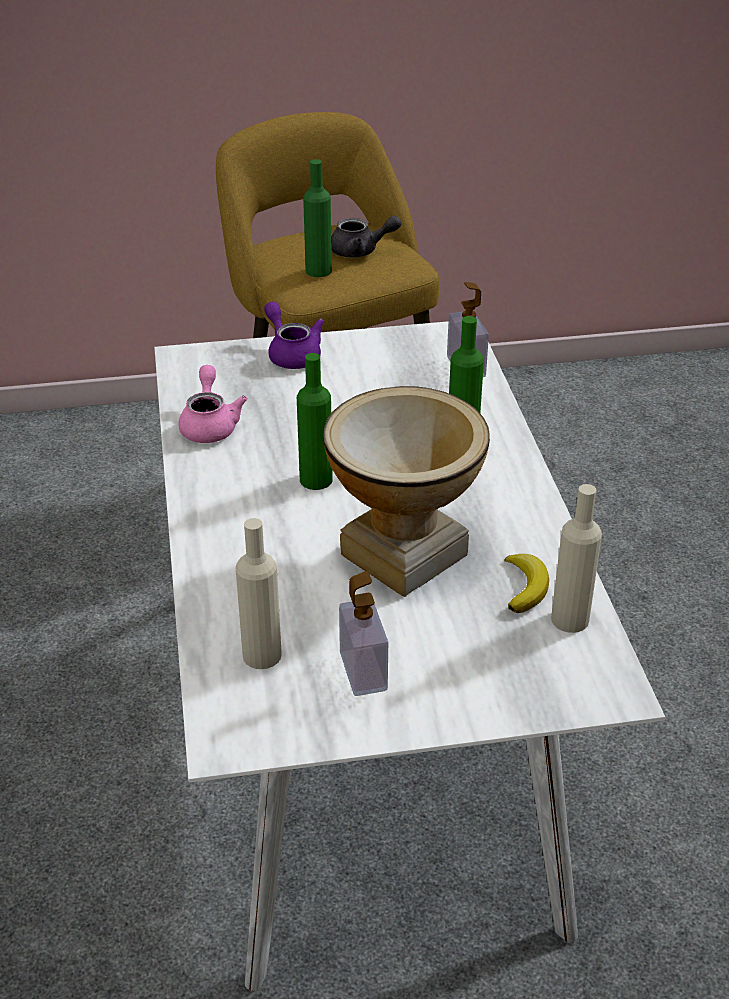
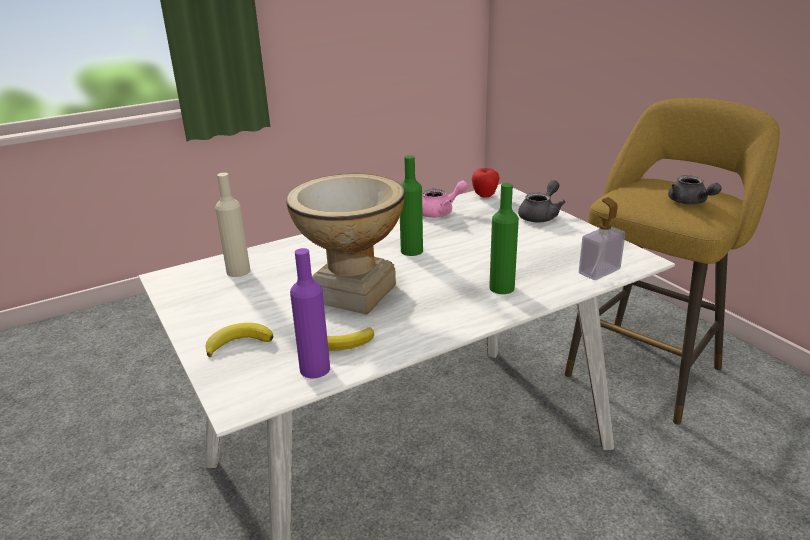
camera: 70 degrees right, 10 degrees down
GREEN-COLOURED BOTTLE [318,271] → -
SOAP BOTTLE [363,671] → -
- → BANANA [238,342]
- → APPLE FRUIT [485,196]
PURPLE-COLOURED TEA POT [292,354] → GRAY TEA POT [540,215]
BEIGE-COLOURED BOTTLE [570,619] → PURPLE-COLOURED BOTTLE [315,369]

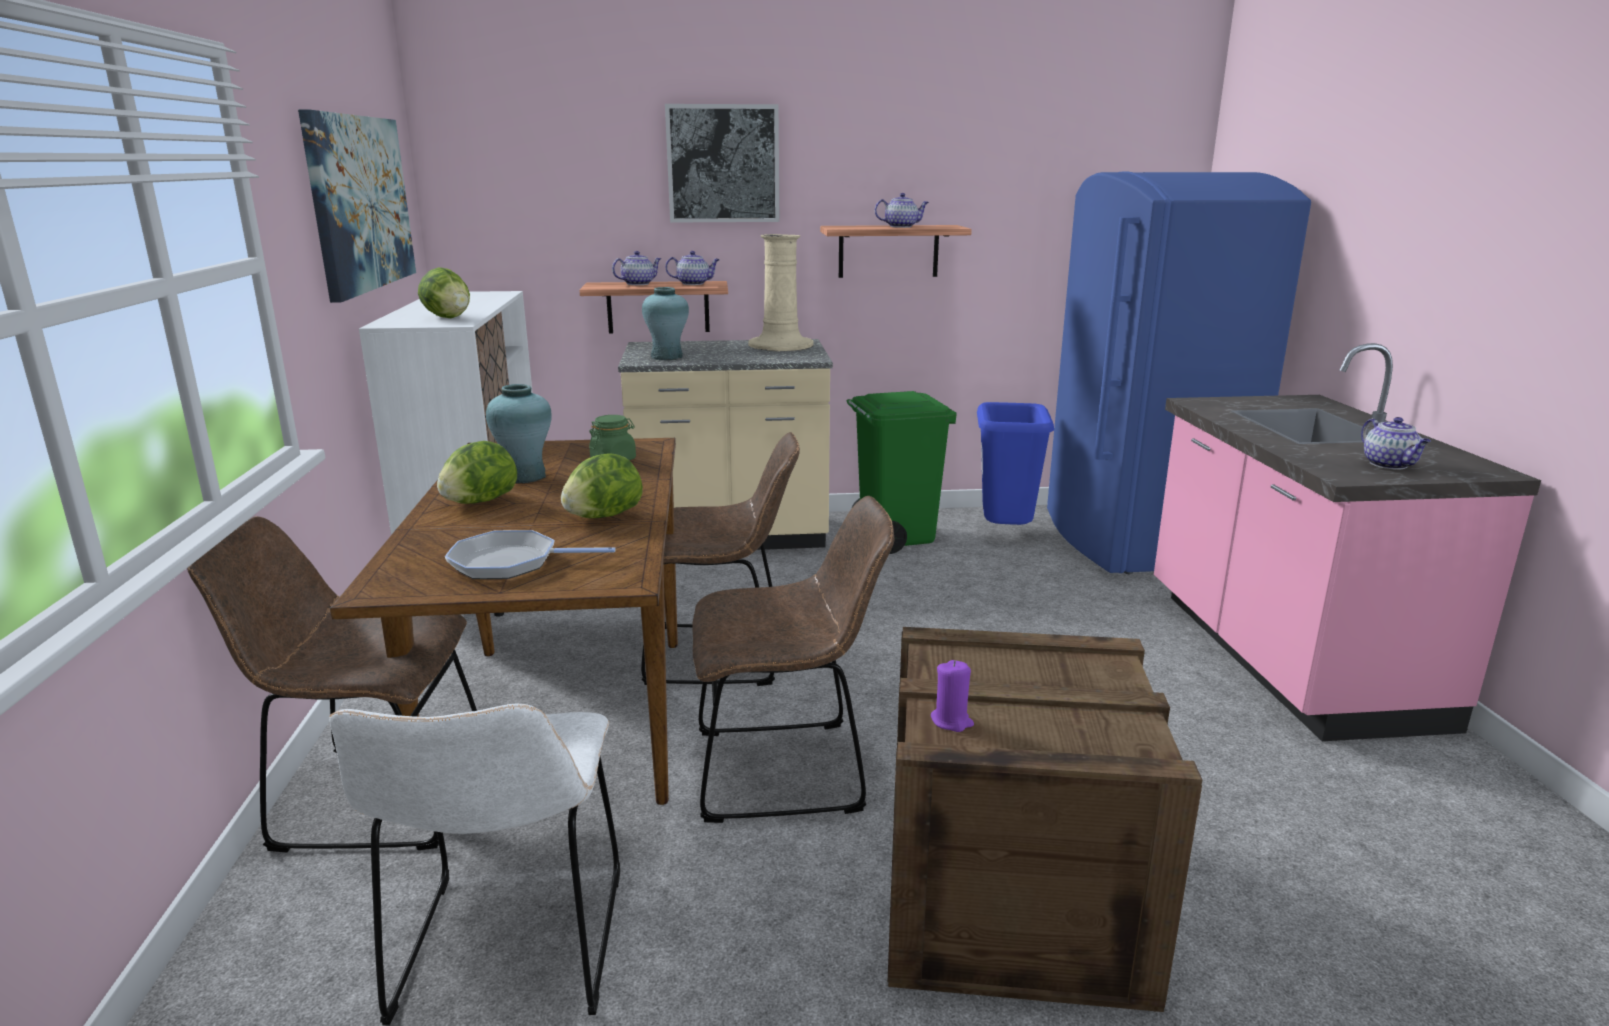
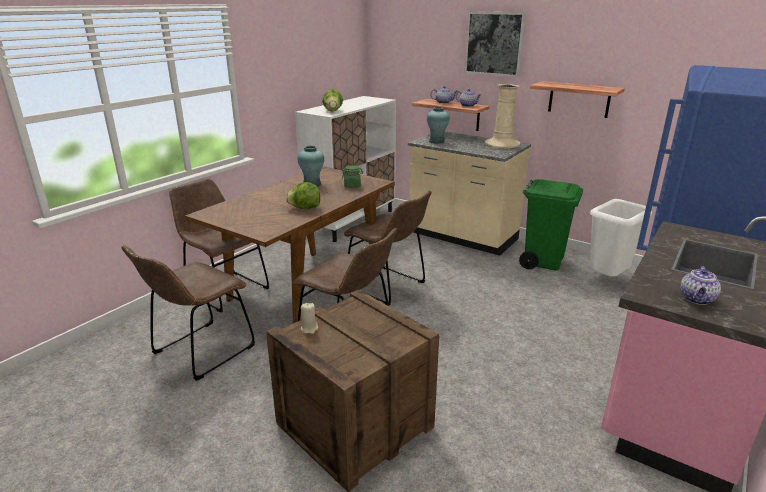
camera: 40 degrees right, 5 degrees up
WALL ART [360,203] → -
HEAD OF LETTUCE [479,502] → -
SKILLET [510,563] → -
TEA POT [901,227] → -
WHITISH CHAIR [509,954] → BROWN CHAIR [200,352]
PURPLE-COLOURED WAX CANDLE [951,721] → BEIGE-COLOURED WAX CANDLE [309,329]
BLUE-COLOURED TRASH CAN [1005,535] → WHITISH TRASH CAN [607,280]

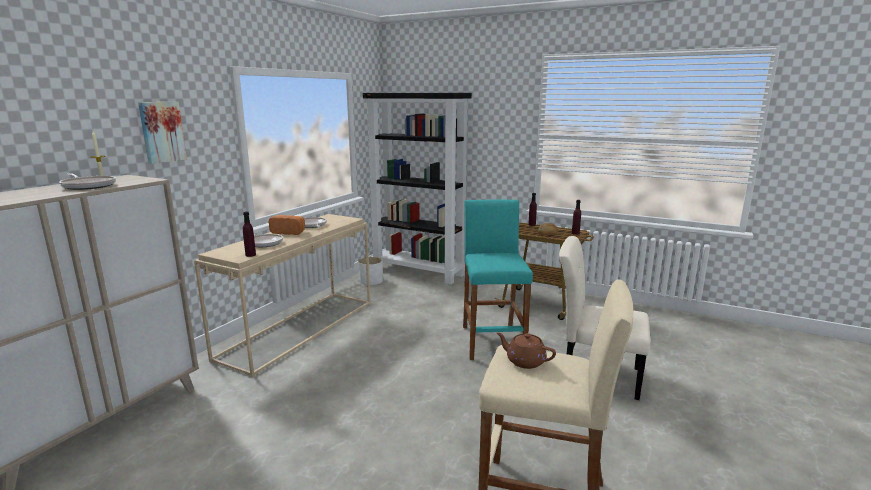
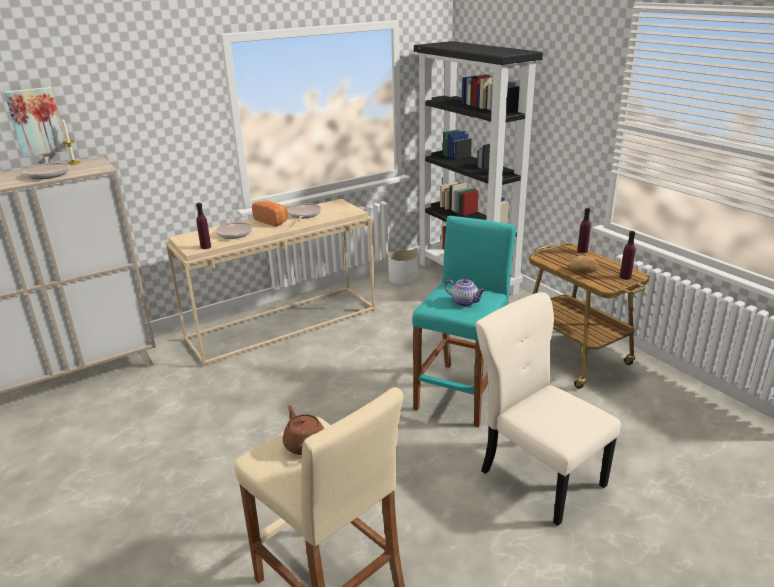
camera: 30 degrees right, 10 degrees up
- → TEA POT [465,302]
WALL ART [161,132] → WALL ART [36,121], moved

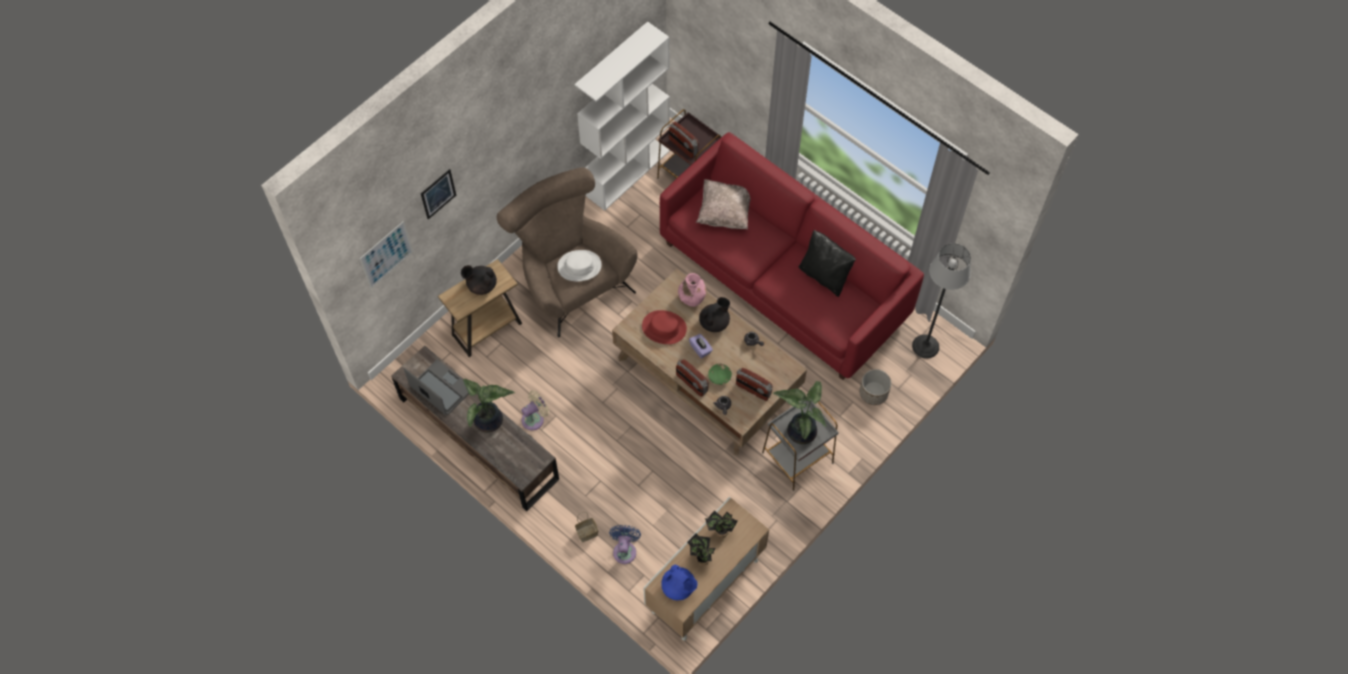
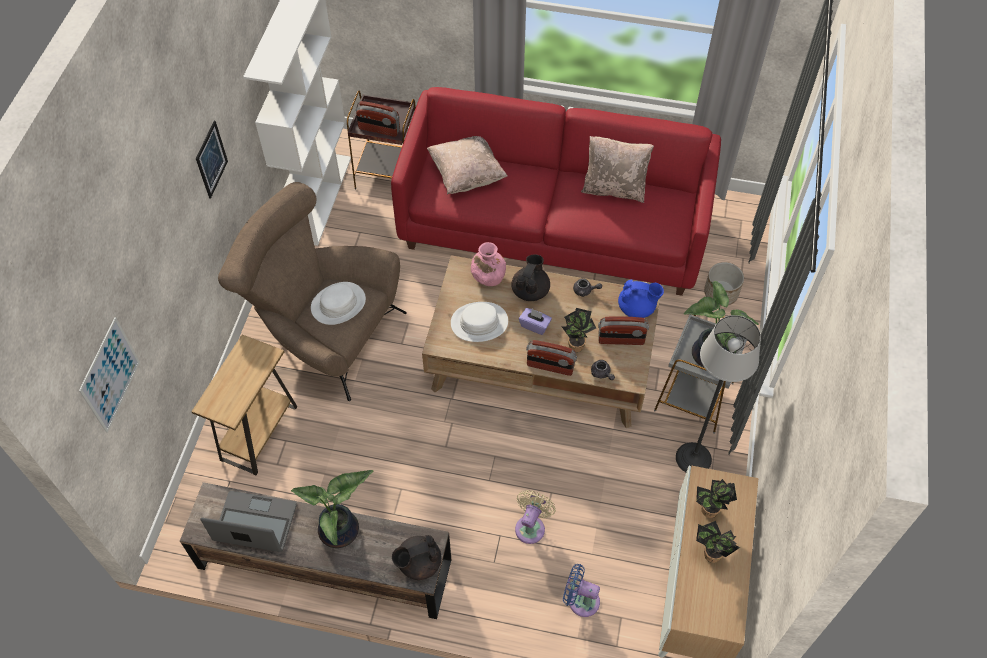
camera: 30 degrees left, 5 degrees down
STORAGE BASKET [586,533] → -
WALL ART [438,194] → WALL ART [211,159], moved
BLACK-COLOURED TEA POT [481,285] → BLACK-COLOURED TEA POT [418,563], moved
BEIGE-COLOURED FAN [535,418] → BEIGE-COLOURED FAN [531,526], moved
BLUE-COLOURED TEA POT [679,587] → BLUE-COLOURED TEA POT [637,308], moved
FLOOR LAMP [925,346] → FLOOR LAMP [694,458], moved
GREEN-COLOURED SERVING BOWL [720,376] → HOUSEPLANT [576,344]
REDDISH HAT [664,328] → WHITISH HAT [479,323]
BLACK-COLOURED CUSHION [824,275] → BEIGE-COLOURED CUSHION [614,188]
BLUE-COLOURED FAN [625,550] → BLUE-COLOURED FAN [580,600], 45 degrees counterclockwise

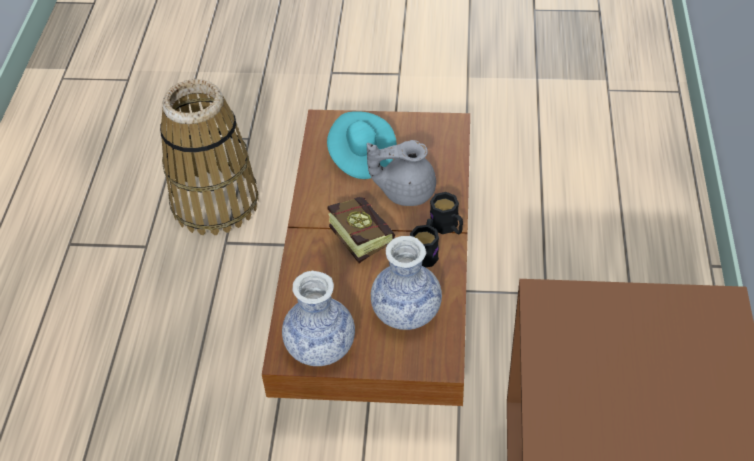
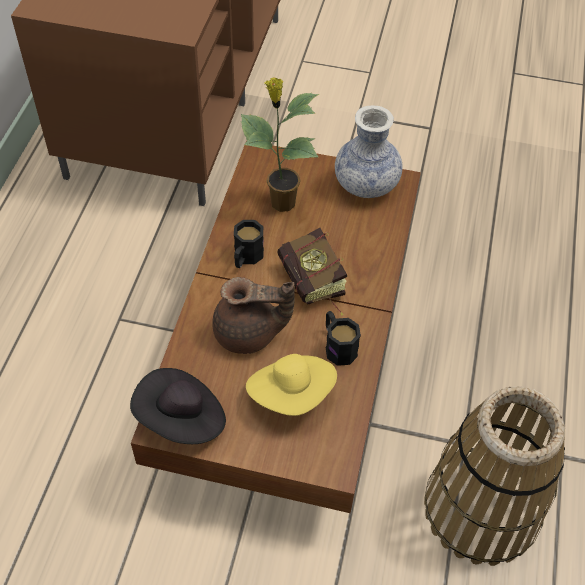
camera: 175 degrees left, 5 degrees up
- → BLACK-COLOURED HAT [182,419]
BLACK-COLOURED COFFEE MUG [448,227] → BLACK-COLOURED COFFEE MUG [337,346], moved
FLOWER VASE [406,312] → HOUSEPLANT [281,202]
BLUE-GREEN HAT [361,157] → YELLOW HAT [292,393]
GRAY TEA POT [405,191] → BROWN TEA POT [249,334]

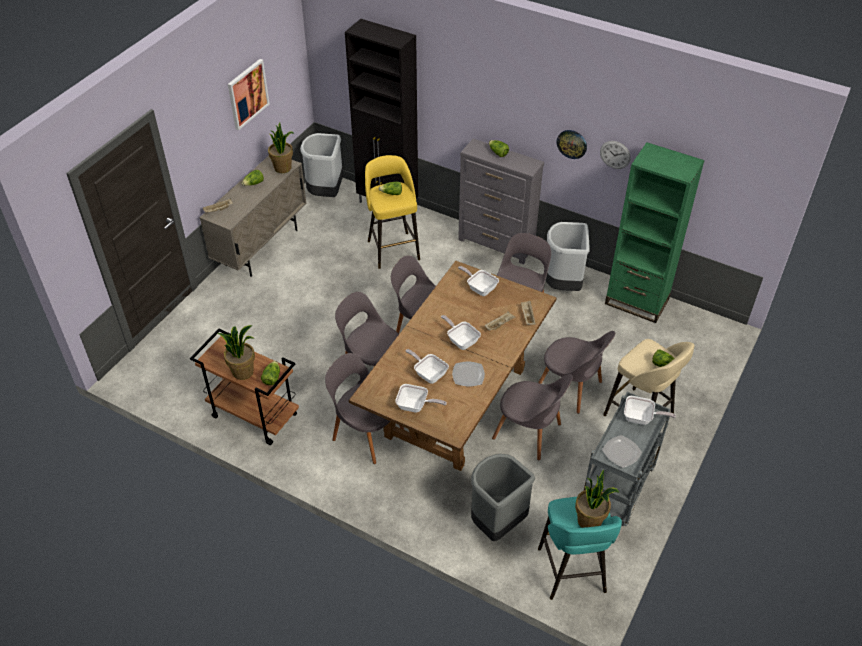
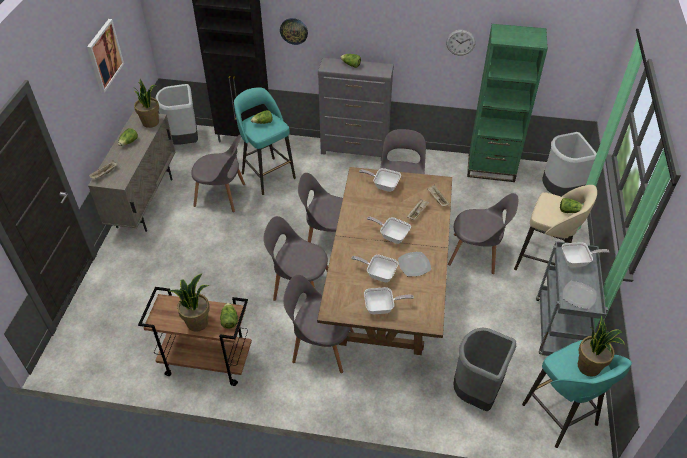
camera: 20 degrees left, 0 degrees up
GRAY CHAIR [529,433] → GRAY CHAIR [222,196], moved
GRAY TRASH CAN [563,285] → GRAY TRASH CAN [559,192], moved
HANGING CLOCK [572,144] → HANGING CLOCK [294,31], moved
YELLOW STOOL [393,249] → BLUE-GREEN STOOL [267,175]

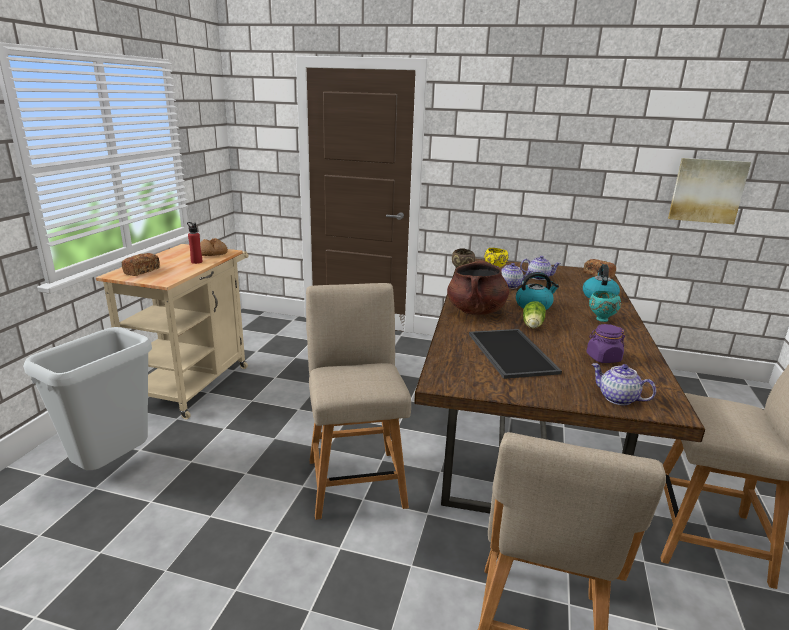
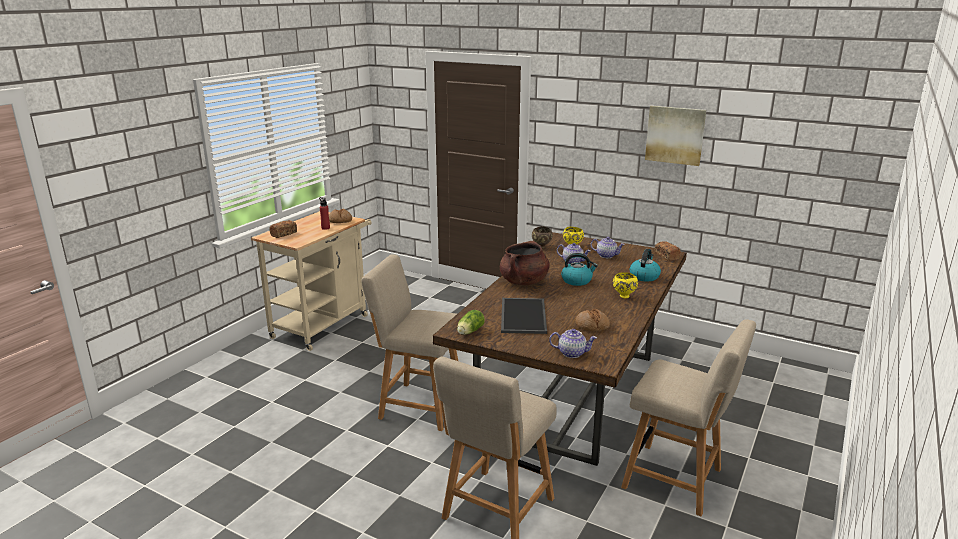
camera: 15 degrees right, 0 degrees up
GRAY TRASH CAN [113,465] → -
HEAD OF LETTUCE [532,326] → HEAD OF LETTUCE [469,332], moved
WALL ART [707,190] → WALL ART [675,135], moved
PURPLE-COLOURED JAR [603,358] → BREAD [592,325]
BLUE-GREEN SERVING BOWL [601,319] → YELLOW SERVING BOWL [623,296]
BEIGE-COLOURED CHAIR [355,479] → BEIGE-COLOURED CHAIR [418,405], 75 degrees counterclockwise
TEA POT [617,398] → TEA POT [572,353], 135 degrees clockwise

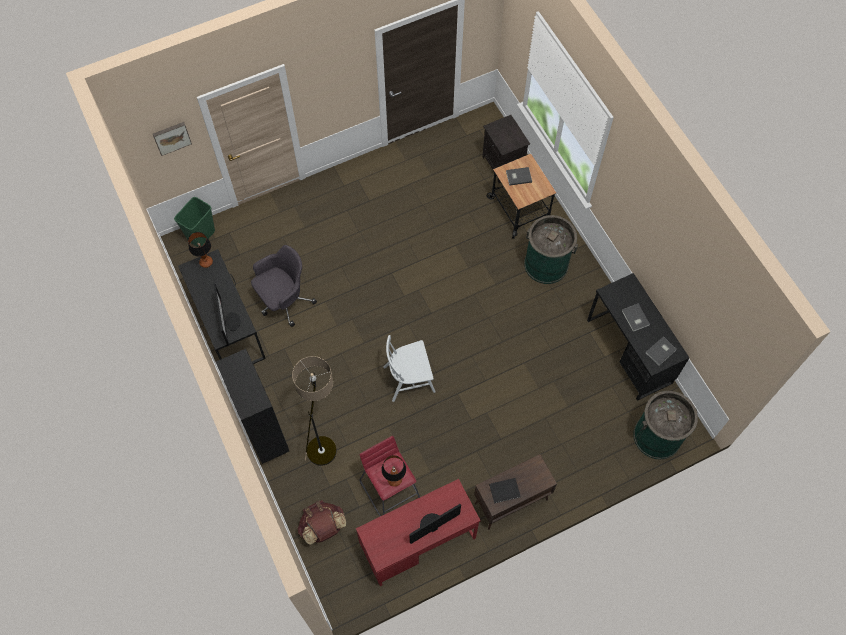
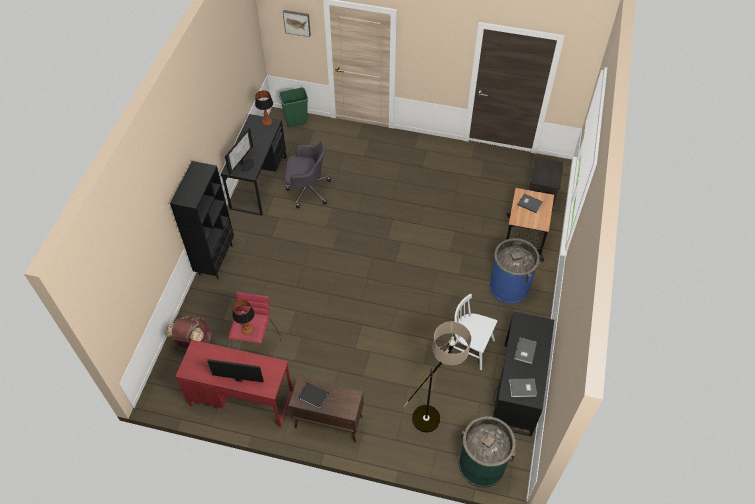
camera: 40 degrees right, 10 degrees down
FLOOR LAMP [324,439] → FLOOR LAMP [434,412], moved
WHITISH CHAIR [409,379] → WHITISH CHAIR [469,347], moved
GREEN-COLOURED TRASH CAN [546,264] → BLUE-COLOURED TRASH CAN [509,286]

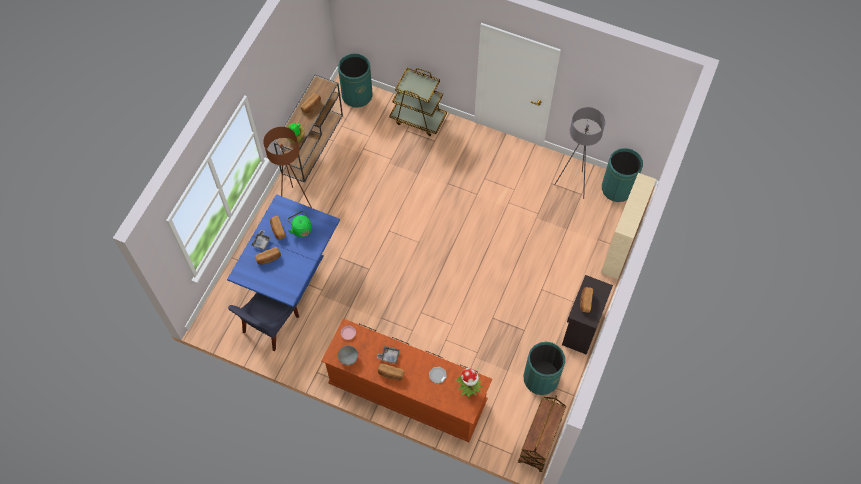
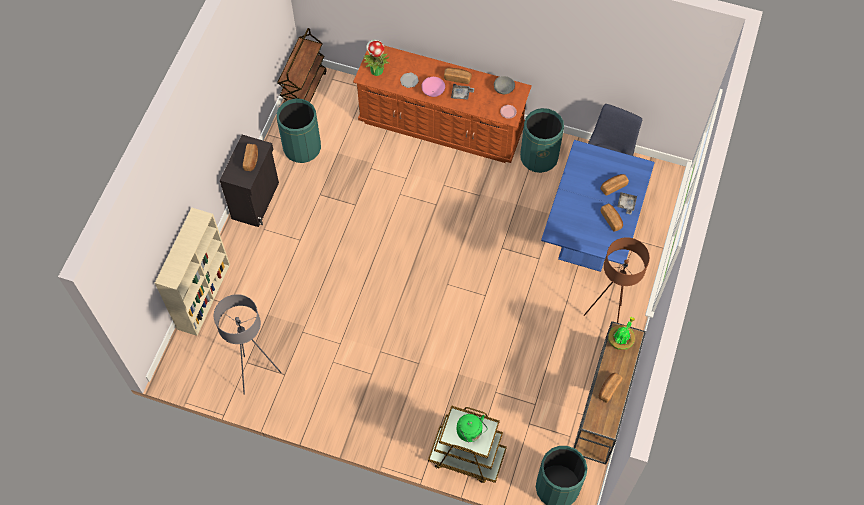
camera: 175 degrees right, 0 degrees up
- → PINK SERVING BOWL [433,91]
GREEN-COLOURED TEA KETTLE [301,229] → GREEN-COLOURED TEA KETTLE [470,432], moved
GREEN-COLOURED TRASH CAN [617,189] → GREEN-COLOURED TRASH CAN [539,157], moved

